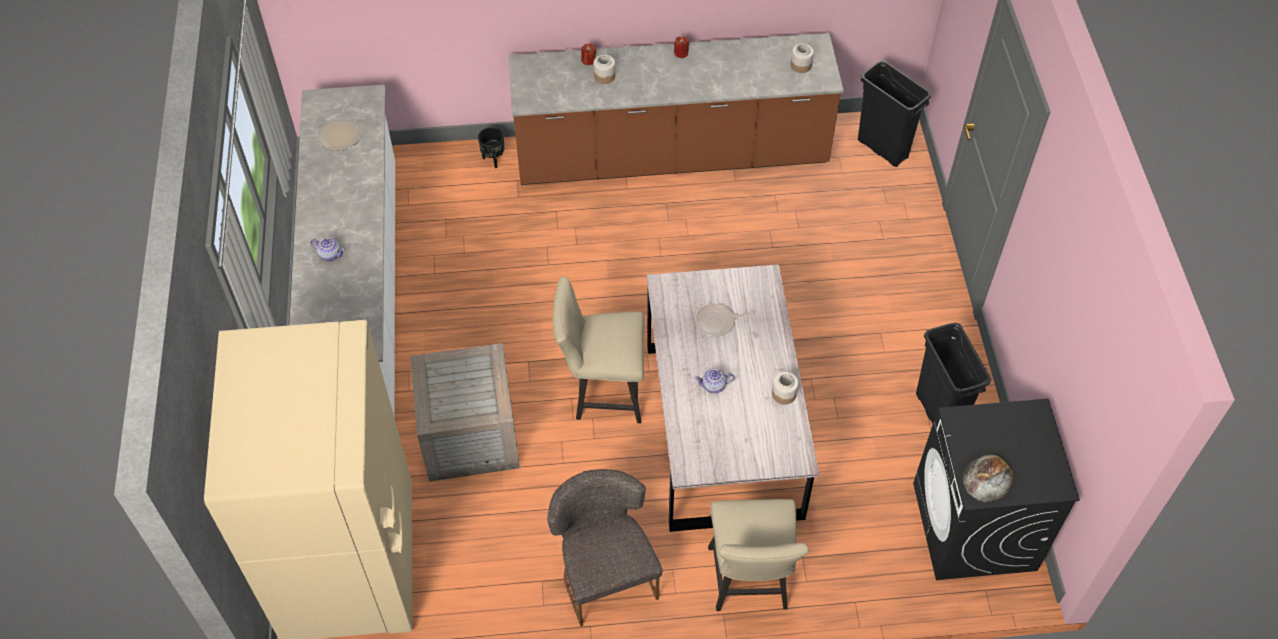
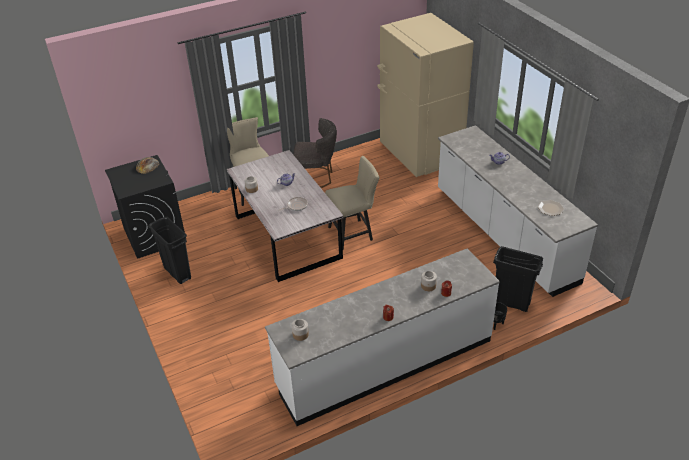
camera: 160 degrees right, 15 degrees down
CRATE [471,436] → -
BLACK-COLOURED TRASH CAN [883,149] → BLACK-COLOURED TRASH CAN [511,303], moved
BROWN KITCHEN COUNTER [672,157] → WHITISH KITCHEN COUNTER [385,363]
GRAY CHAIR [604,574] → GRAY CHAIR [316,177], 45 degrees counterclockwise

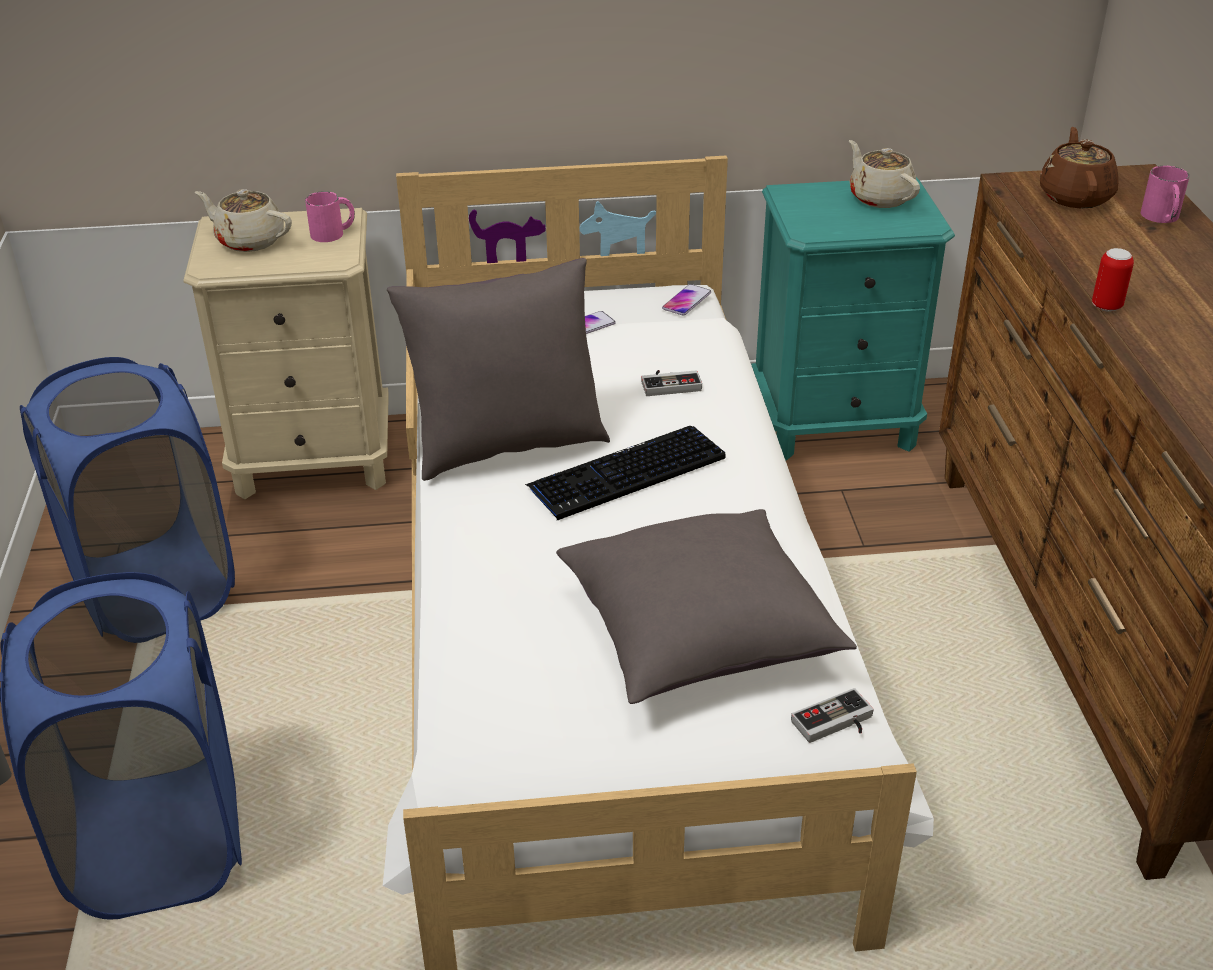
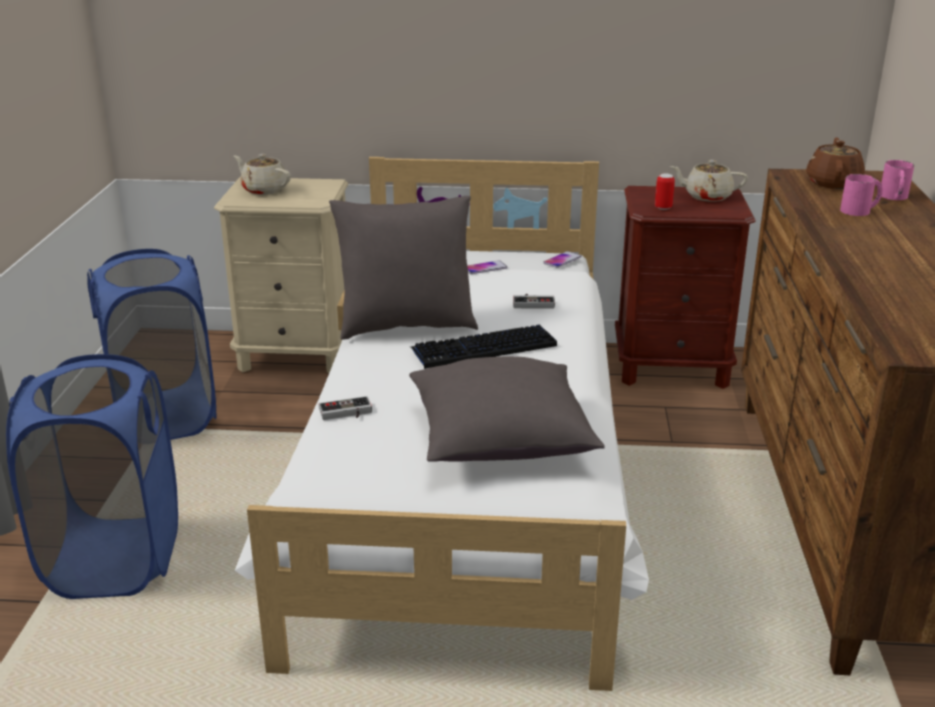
camera: 10 degrees right, 10 degrees down
PINK COFFEE MUG [333,233] → PINK COFFEE MUG [860,210], moved
GAMEPAD [836,724] → GAMEPAD [346,414], moved
CAN [1106,306] → CAN [663,208], moved
BLUE-GREEN BEDSIDE TABLE [835,424] → BROWN BEDSIDE TABLE [672,368]
BEIGE-COLOURED TEA POT [880,197] → BEIGE-COLOURED TEA POT [707,196], 60 degrees counterclockwise

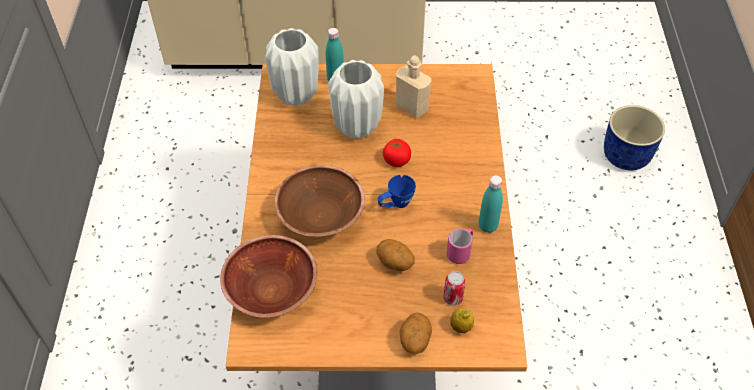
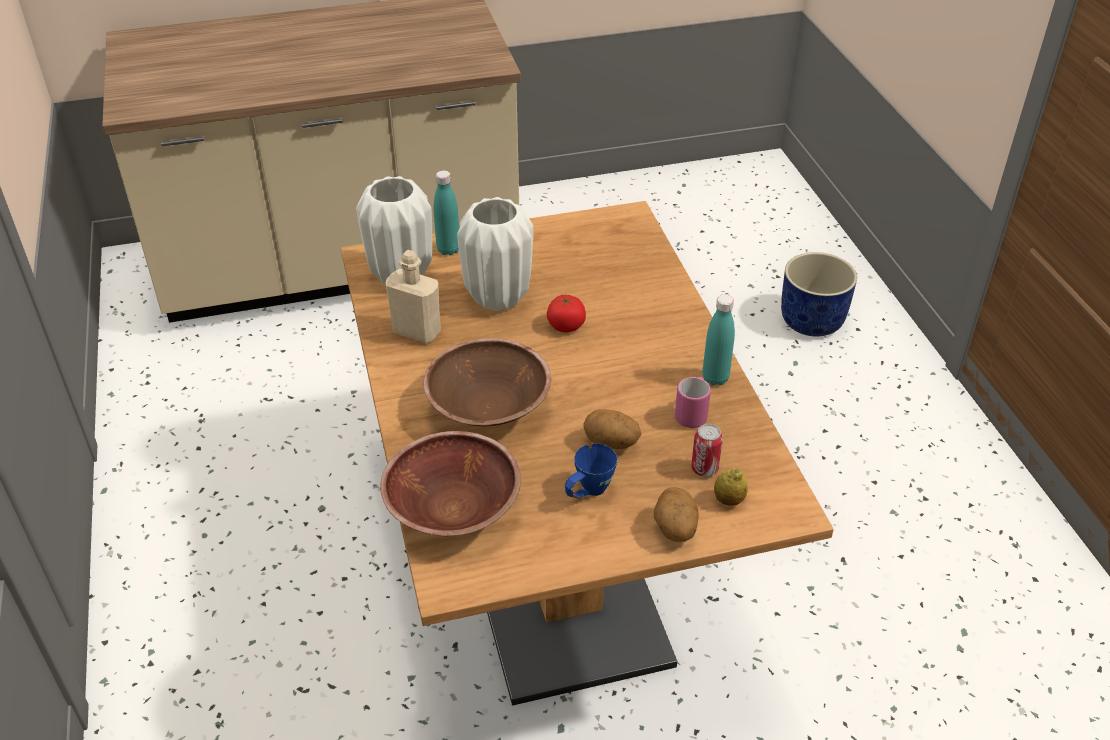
camera: 15 degrees left, 10 degrees down
BLUE-COLOURED COFFEE MUG [395,205] → BLUE-COLOURED COFFEE MUG [588,493], moved
BEIGE-COLOURED BOTTLE [412,107] → BEIGE-COLOURED BOTTLE [417,331], moved

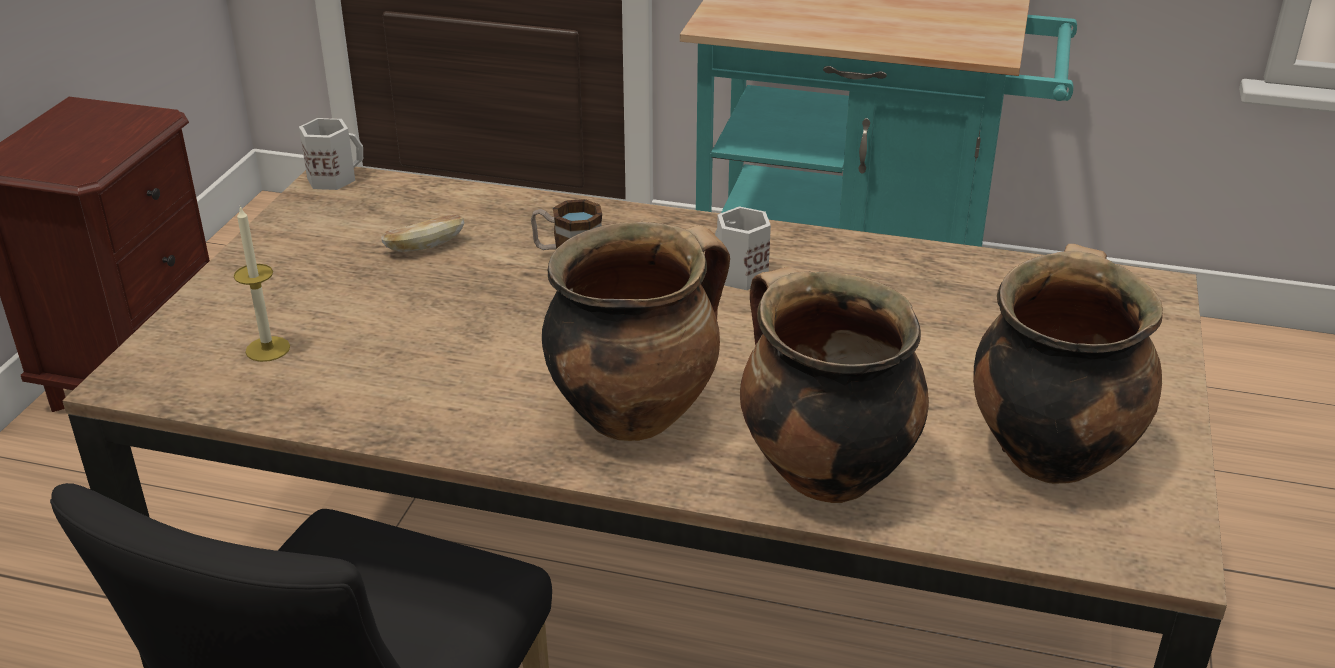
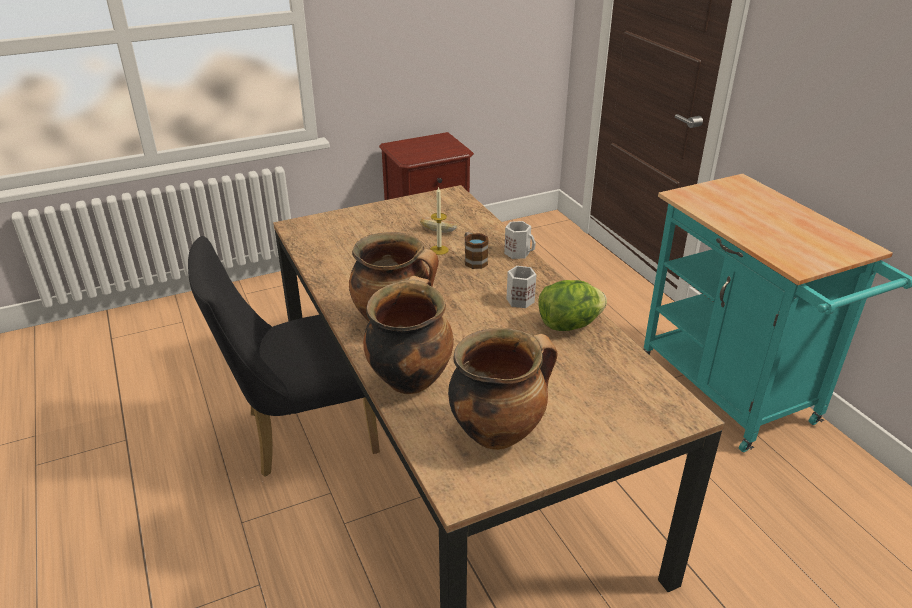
camera: 50 degrees right, 0 degrees up
- → HEAD OF LETTUCE [568,325]
WAX CANDLE [267,349] → WAX CANDLE [439,250], moved
WHITISH COFFEE MUG [333,178] → WHITISH COFFEE MUG [518,252], moved

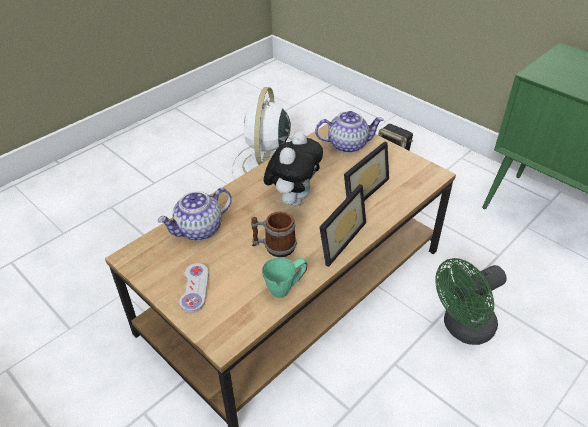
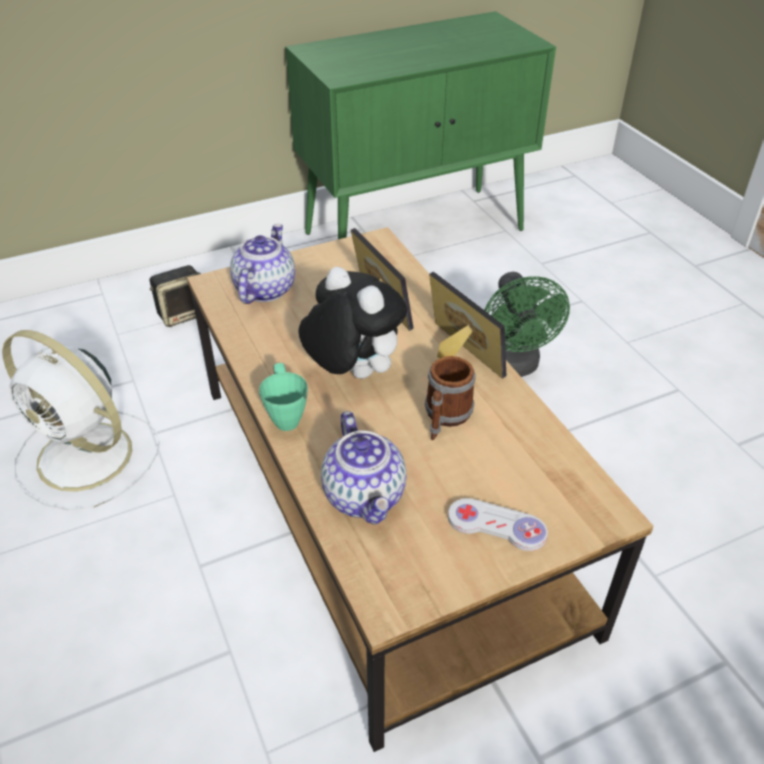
camera: 70 degrees left, 0 degrees up
GREEN-COLOURED COFFEE MUG [286,288] → GREEN-COLOURED COFFEE MUG [285,414], moved

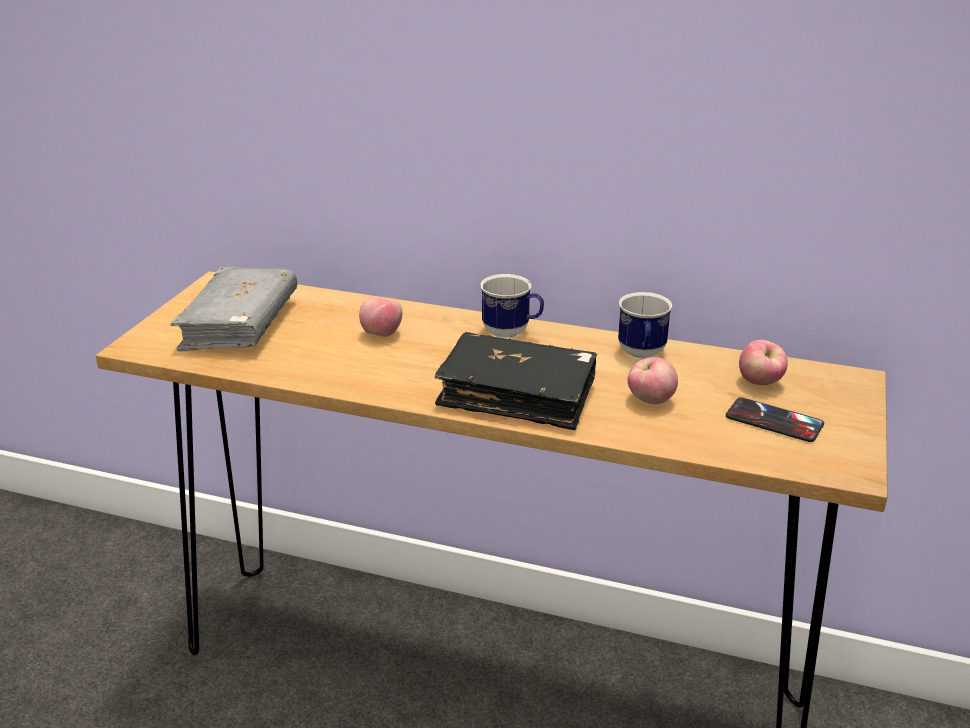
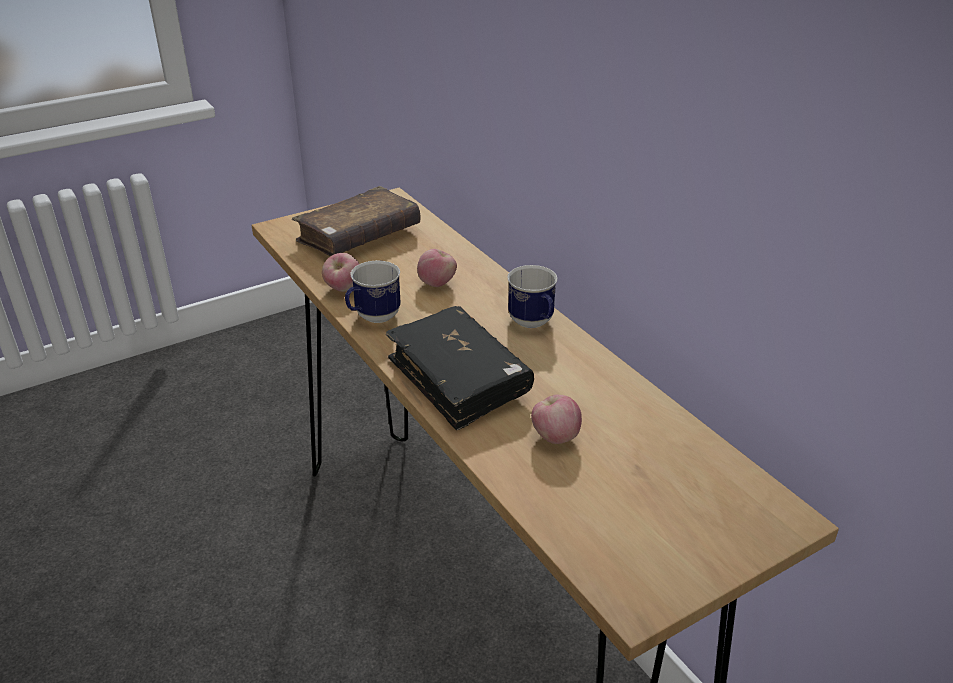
camera: 40 degrees right, 5 degrees up
HANDSET [774,421] → -
COFFEE MUG [642,355] → COFFEE MUG [373,318], moved
APPLE FRUIT [760,383] → APPLE FRUIT [343,289], moved
GRAY BOOK [240,324] → BROWN BOOK [359,236]

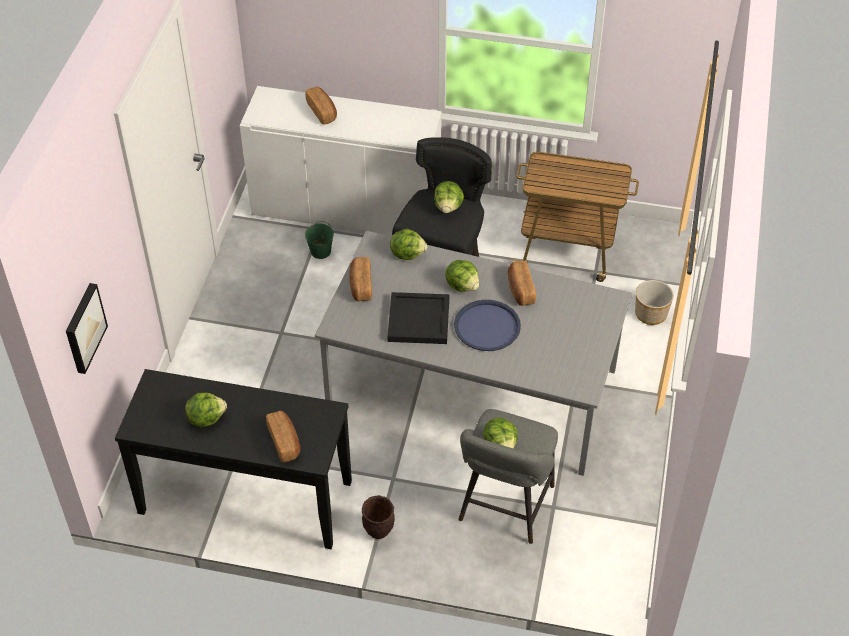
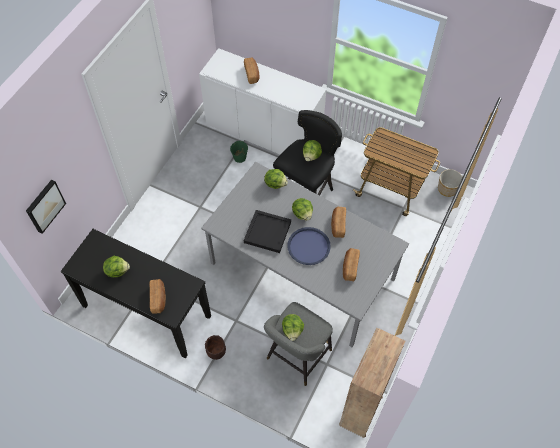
camera: 15 degrees right, 10 degrees up
- → BROWN BOOKCASE [360,411]
BREAD [360,285] → BREAD [350,267], moved
FLOWER POT [651,314] → FLOWER POT [447,189], moved

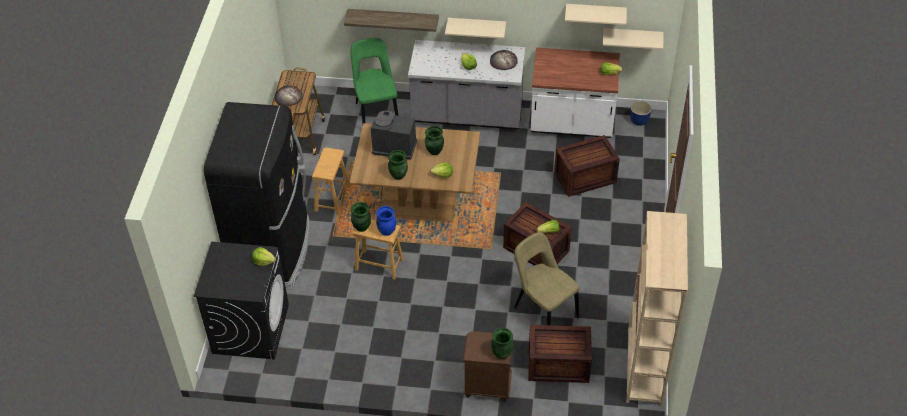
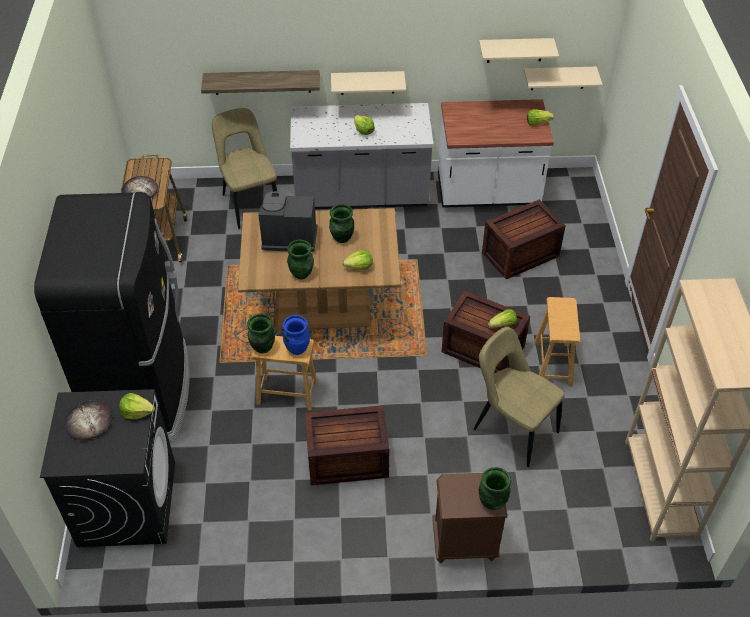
camera: 10 degrees left, 0 degrees up
FLOWER POT [639,121] → -
BROWN STOOL [332,198] → BROWN STOOL [552,363], moved
BREAD [503,61] → BREAD [89,422], moved
CRATE [559,365] → CRATE [348,459], moved
GREEN-COLOURED CHAIR [376,113] → BEIGE-COLOURED CHAIR [250,204]

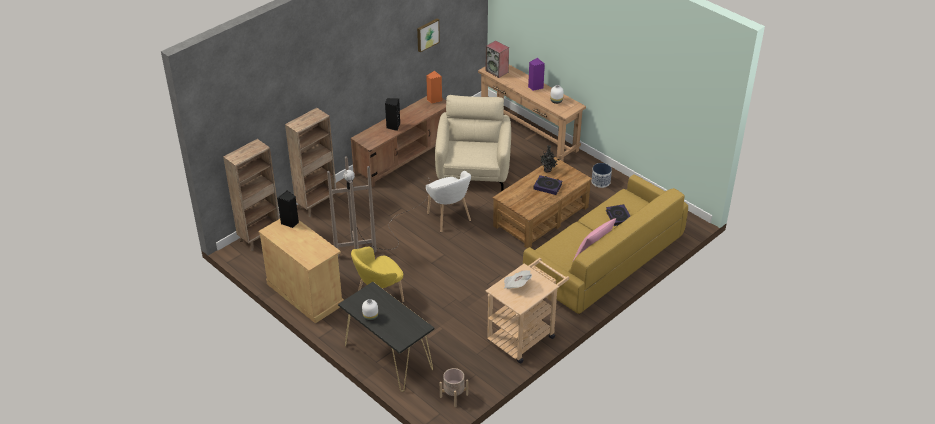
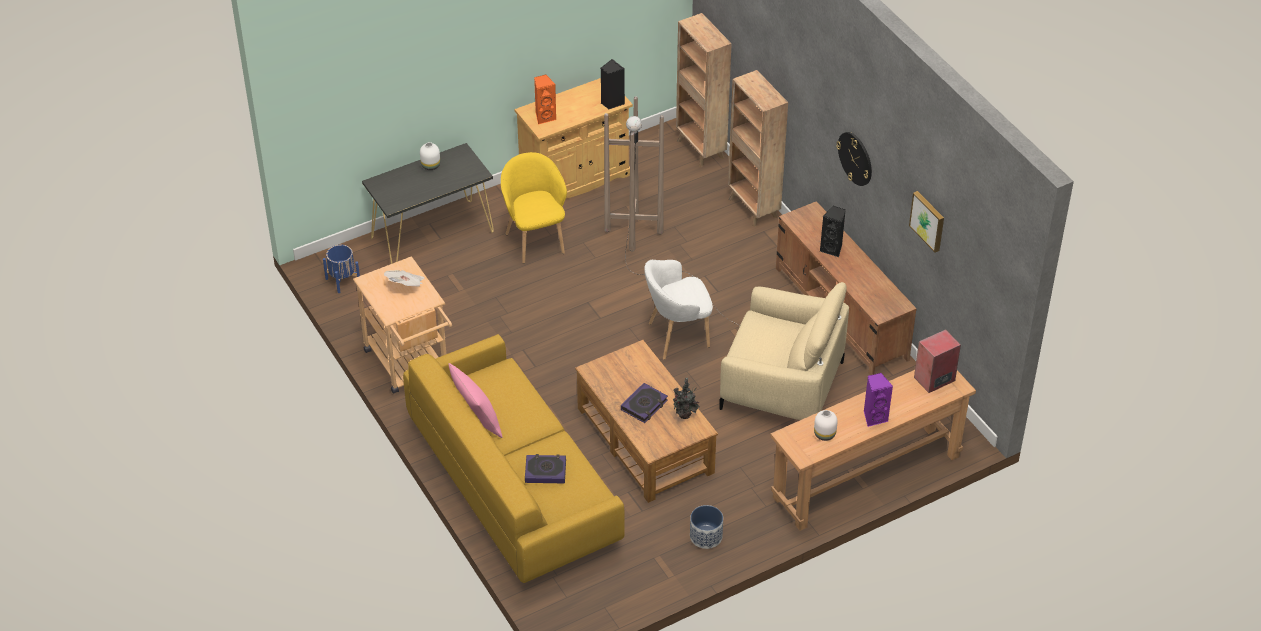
camera: 105 degrees right, 5 degrees up
- → HANGING CLOCK [855,158]
ORANGEY AUDIO SPEAKER [434,99] → ORANGEY AUDIO SPEAKER [544,117], moved
BEIGE-COLOURED FLOWER POT [454,396] → BLUE-COLOURED FLOWER POT [342,280]

